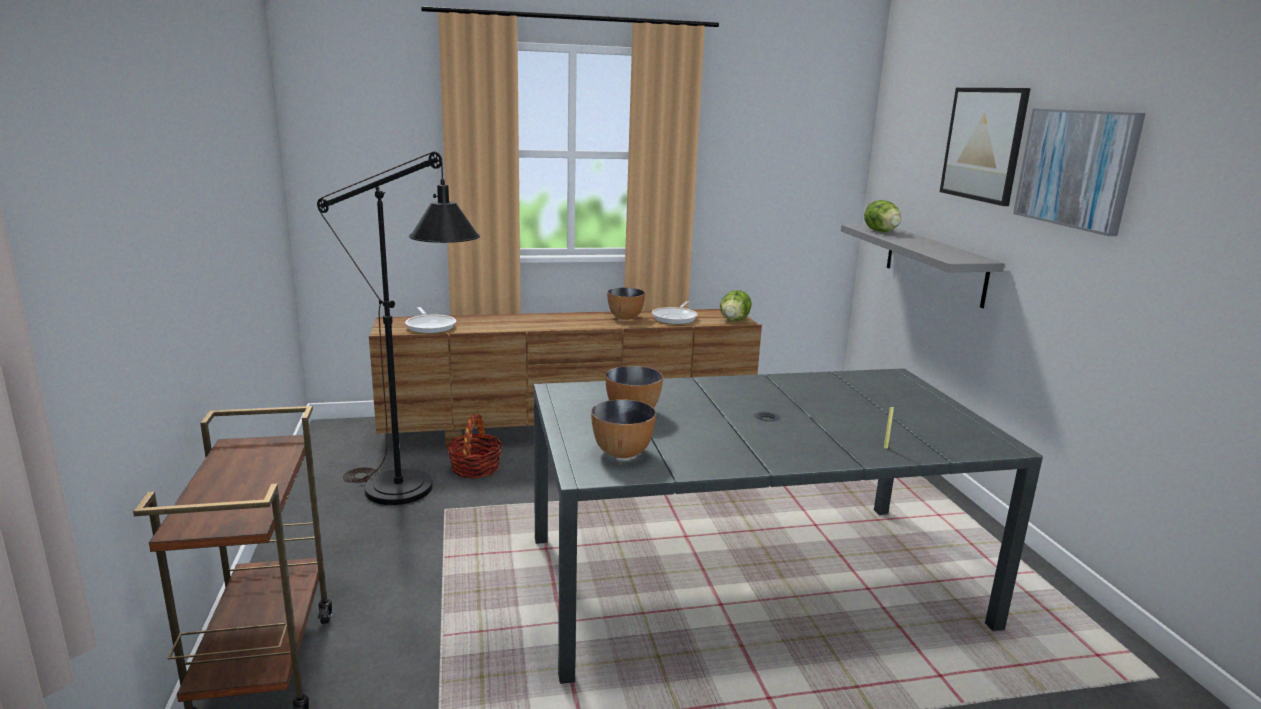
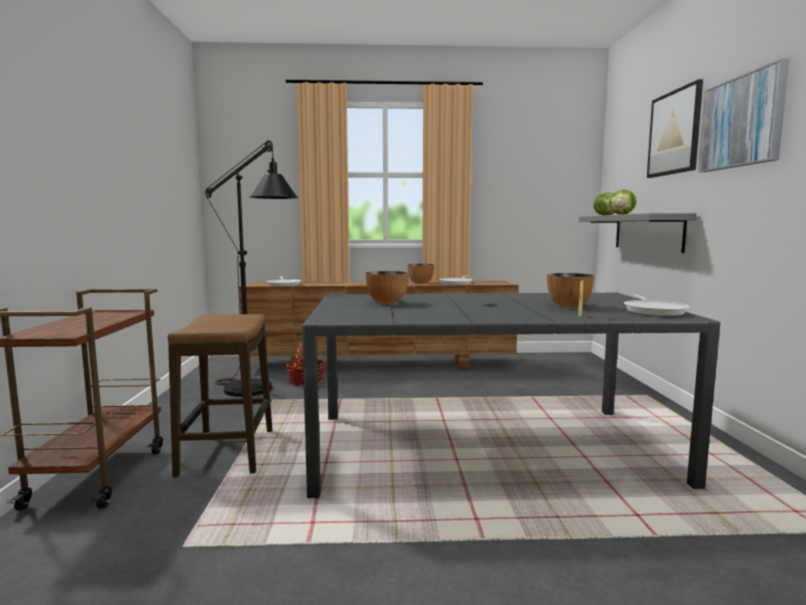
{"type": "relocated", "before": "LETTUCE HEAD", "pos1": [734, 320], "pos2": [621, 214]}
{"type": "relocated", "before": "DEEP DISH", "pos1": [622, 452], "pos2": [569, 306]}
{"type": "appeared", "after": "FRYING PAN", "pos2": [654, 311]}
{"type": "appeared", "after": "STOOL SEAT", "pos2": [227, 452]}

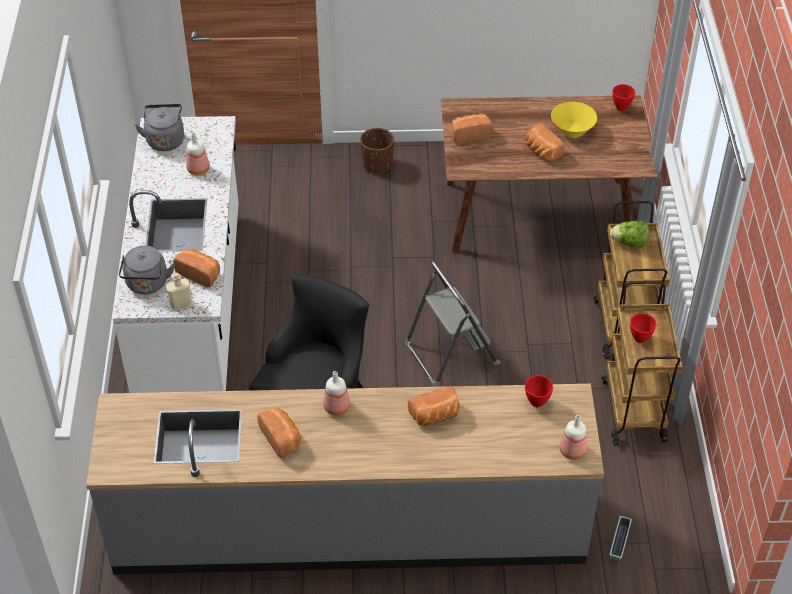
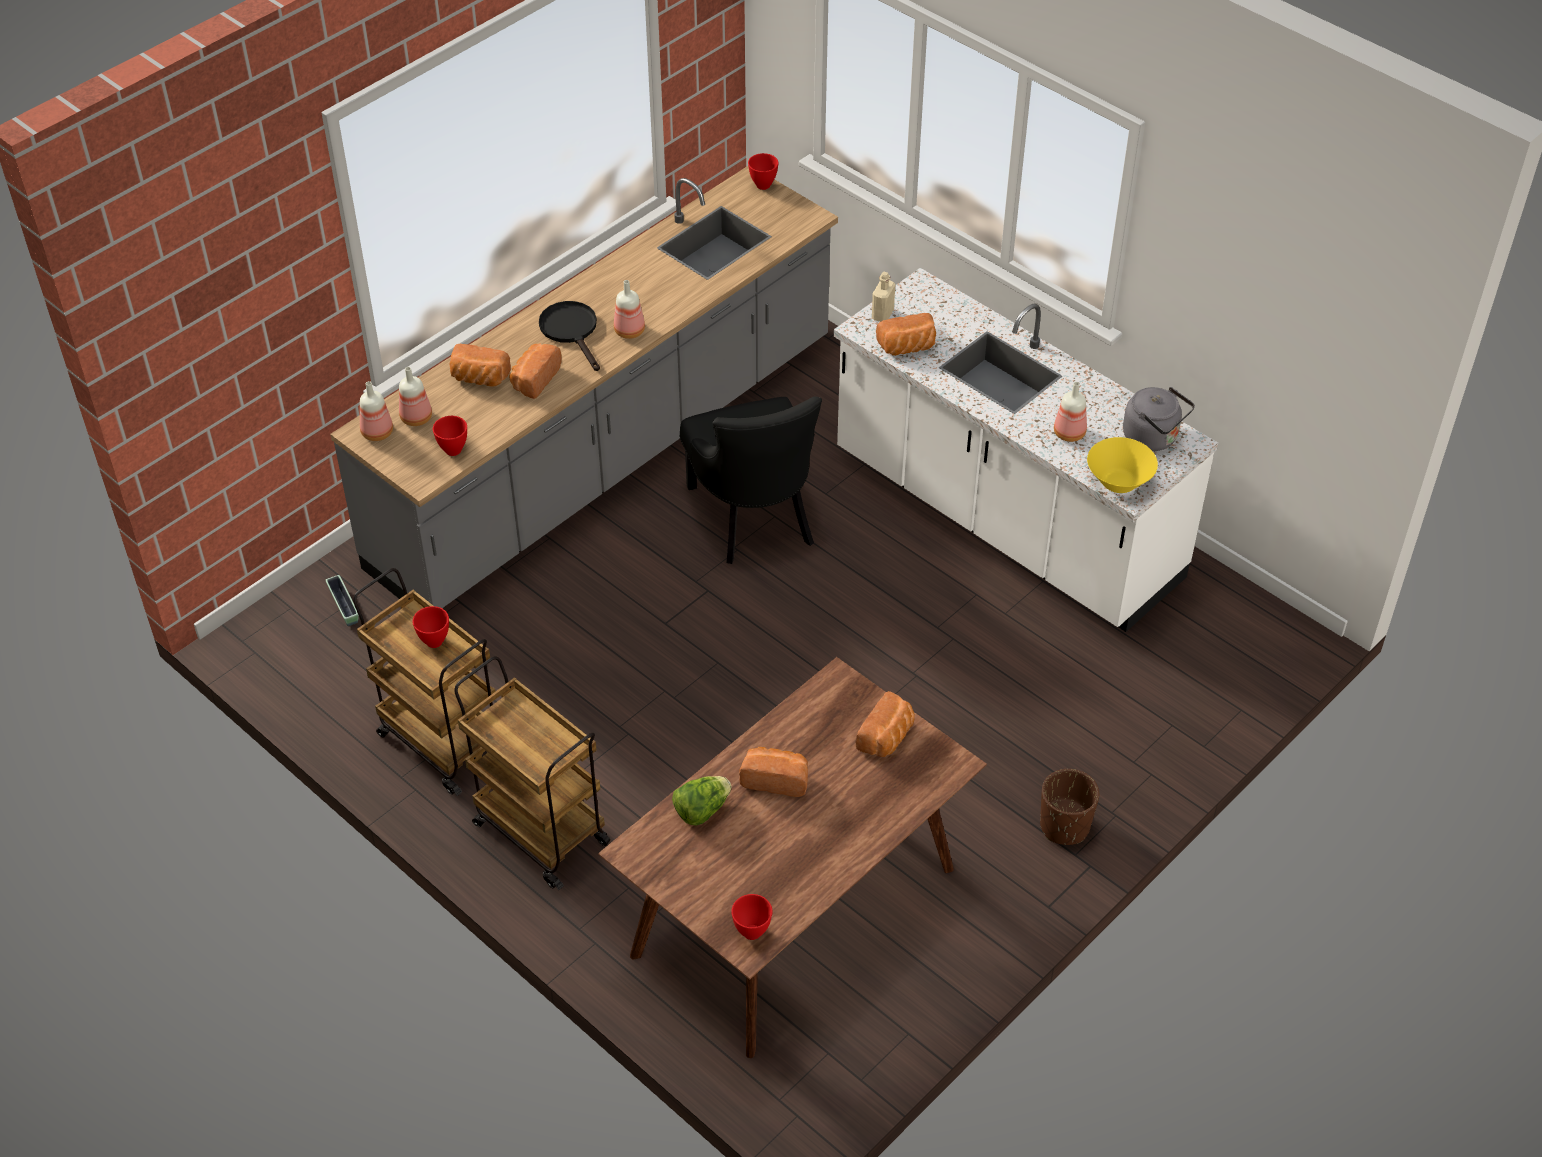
{"type": "relocated", "before": "YELLOWISH DEEP DISH", "pos1": [572, 131], "pos2": [1119, 482]}
{"type": "relocated", "before": "LETTUCE HEAD", "pos1": [629, 243], "pos2": [702, 810]}
{"type": "missing", "before": "GREYISH TEA KETTLE", "pos1": [147, 285]}
{"type": "missing", "before": "GREYISH STEP LADDER", "pos1": [448, 354]}
{"type": "relocated", "before": "BREAD", "pos1": [282, 438], "pos2": [479, 379]}
{"type": "appeared", "after": "REDDISH DEEP DISH", "pos2": [763, 185]}
{"type": "appeared", "after": "BLACK FRYING PAN", "pos2": [572, 331]}
{"type": "appeared", "after": "DRINK BOTTLE", "pos2": [417, 417]}

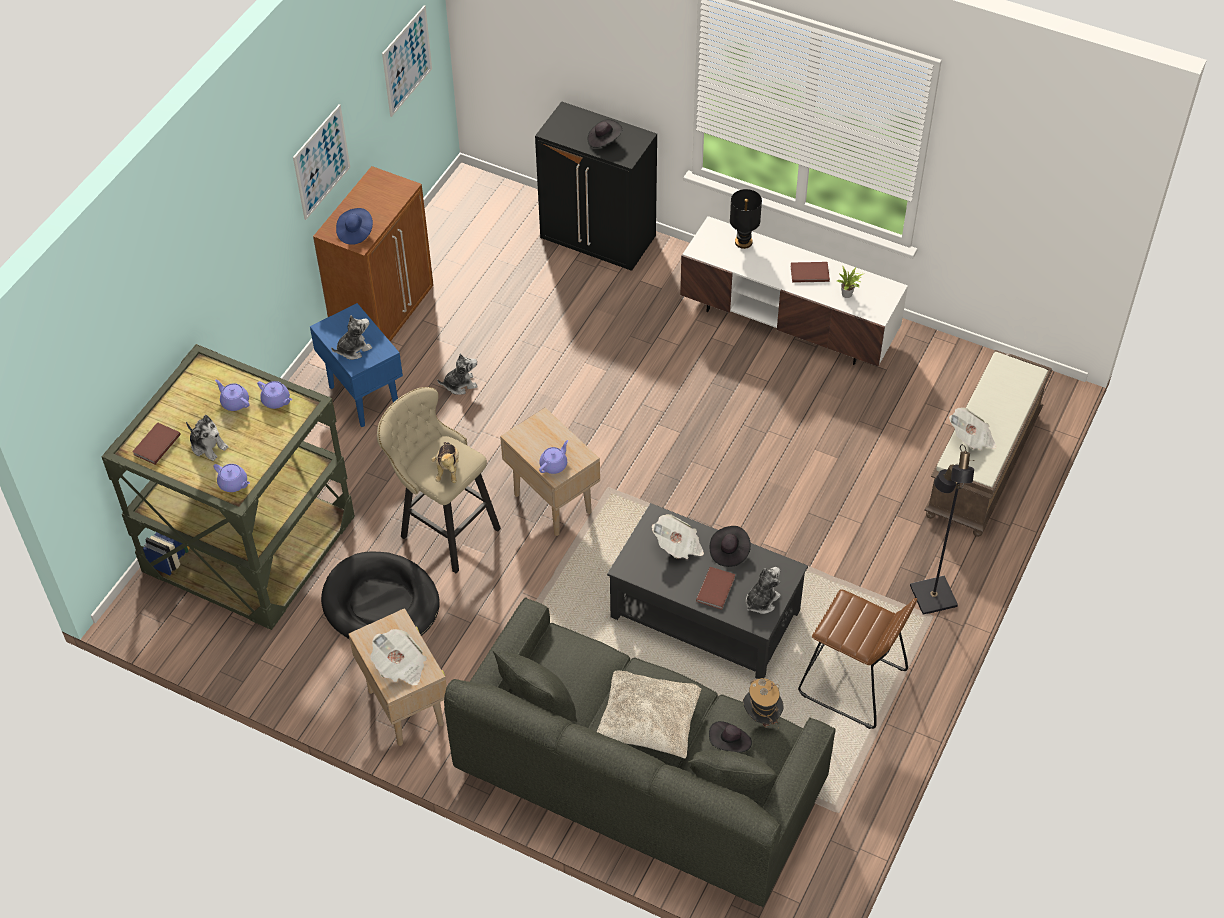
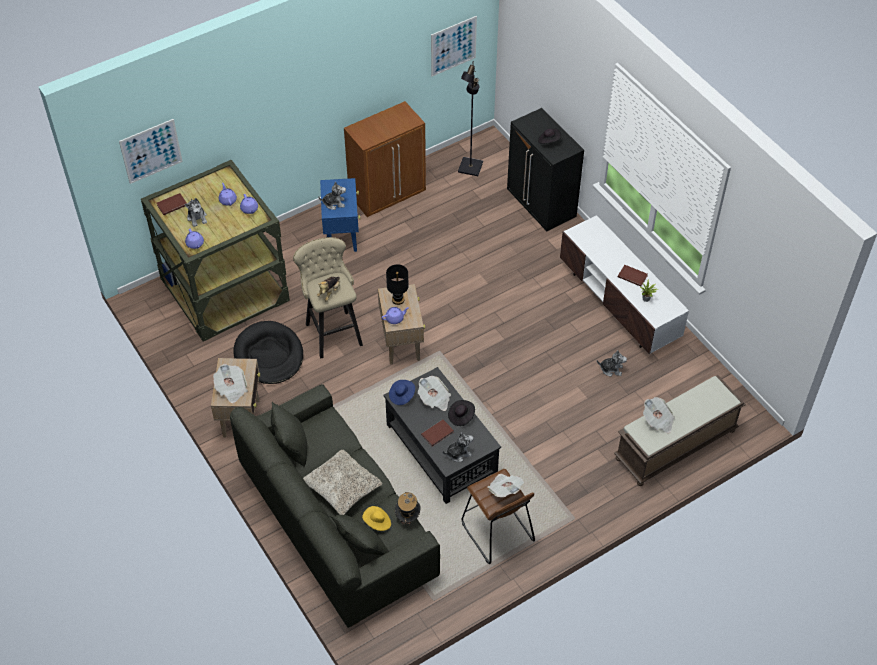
{"type": "relocated", "before": "WALL ART", "pos1": [321, 162], "pos2": [151, 151]}
{"type": "relocated", "before": "BLACK LAMP FOR A TABLE", "pos1": [743, 242], "pos2": [398, 299]}
{"type": "relocated", "before": "BLUE-COLOURED CLOTHING HAT", "pos1": [355, 232], "pos2": [402, 396]}
{"type": "relocated", "before": "CUDDLY TOY", "pos1": [460, 384], "pos2": [611, 369]}
{"type": "relocated", "before": "BLACK FLOOR LAMP", "pos1": [933, 596], "pos2": [470, 167]}
{"type": "colour", "before": "BLACK CLOTHING HAT", "after": "YELLOWISH CLOTHING HAT", "pos1": [730, 743], "pos2": [377, 523]}
{"type": "appeared", "after": "DAILY PAPER", "pos2": [505, 489]}

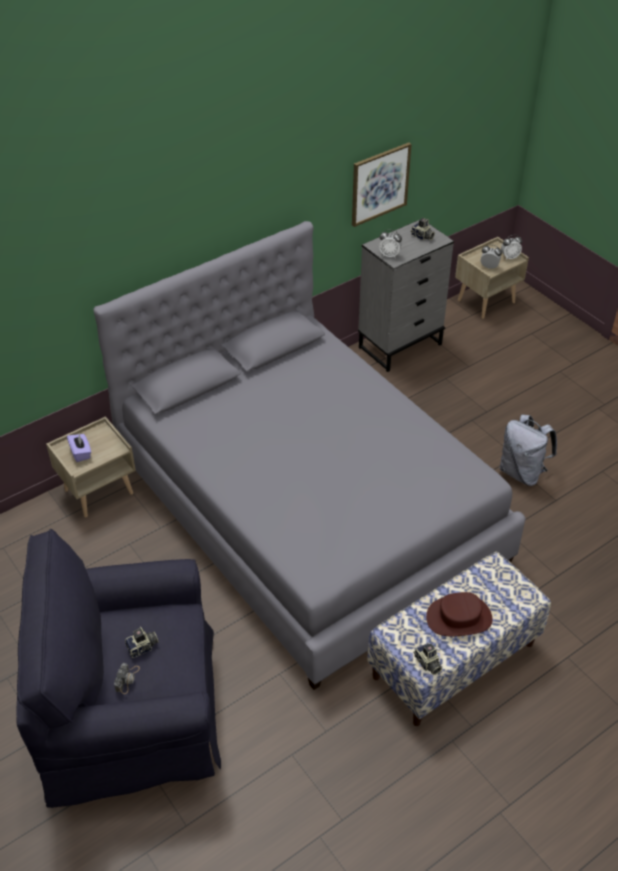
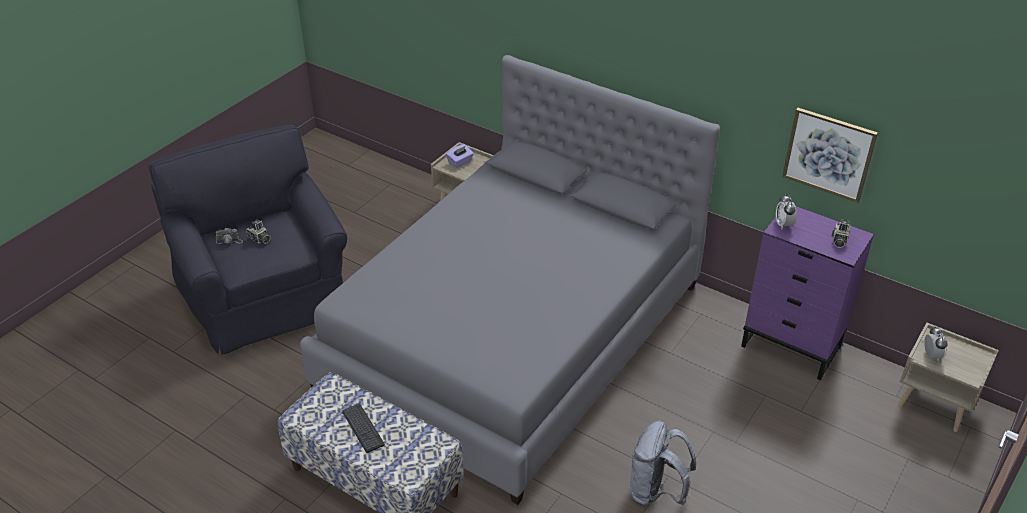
{"type": "colour", "before": "GREYISH DRAWER CHEST", "after": "PURPLE DRAWER CHEST", "pos1": [400, 345], "pos2": [791, 347]}
{"type": "missing", "before": "TABLE CLOCK", "pos1": [509, 257]}
{"type": "exchanged", "before": "BROWN-COLOURED CLOTHING HAT", "after": "COMPUTER KEYBOARD", "pos1": [459, 618], "pos2": [363, 428]}
{"type": "missing", "before": "PHOTO CAMERA", "pos1": [427, 664]}

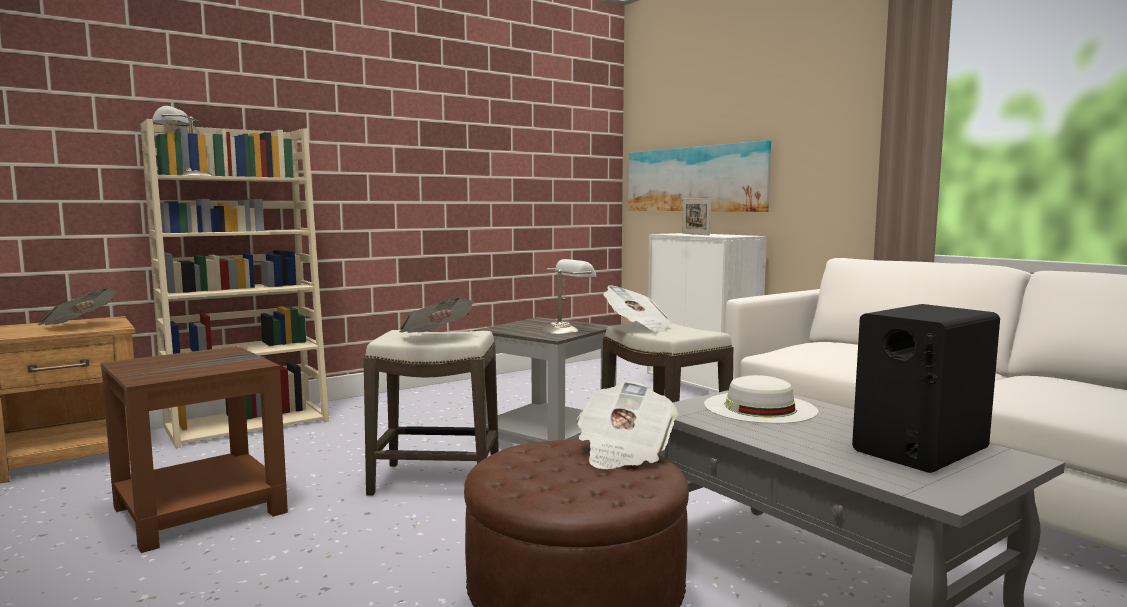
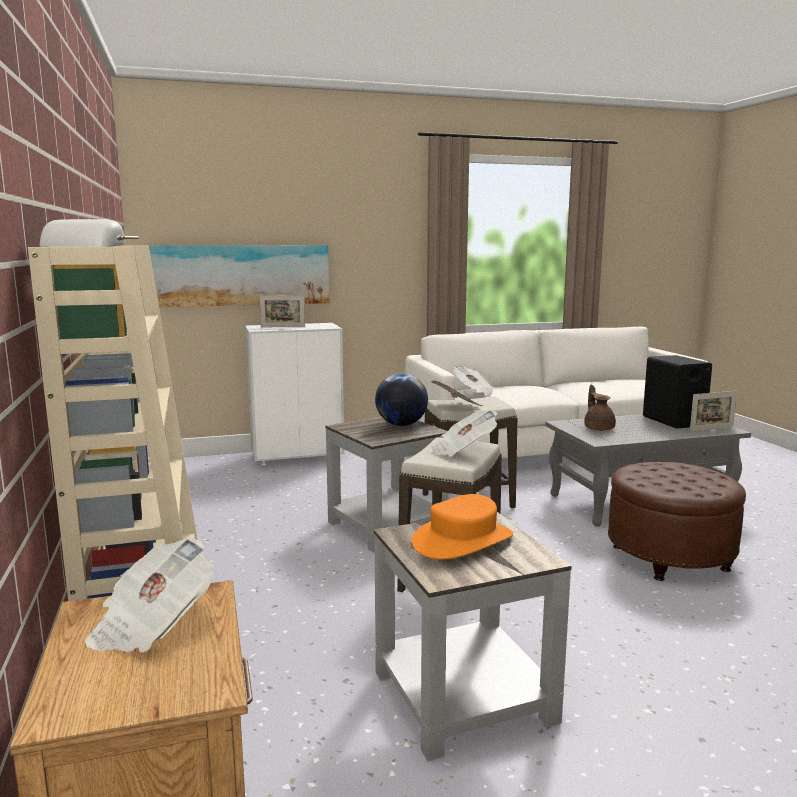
{"type": "exchanged", "before": "WHITISH LAMP FOR A TABLE", "after": "DESK GLOBE", "pos1": [566, 329], "pos2": [401, 425]}
{"type": "colour", "before": "BROWN-COLOURED ACCENT TABLE", "after": "GREYISH ACCENT TABLE", "pos1": [201, 508], "pos2": [460, 695]}
{"type": "exchanged", "before": "WHITISH CLOTHING HAT", "after": "BROWN-COLOURED POT FOR TEA", "pos1": [759, 407], "pos2": [598, 428]}
{"type": "relocated", "before": "DAILY PAPER", "pos1": [623, 452], "pos2": [474, 391]}
{"type": "appeared", "after": "PHOTO FRAME", "pos2": [711, 429]}
{"type": "appeared", "after": "ORANGE-COLOURED CLOTHING HAT", "pos2": [463, 540]}

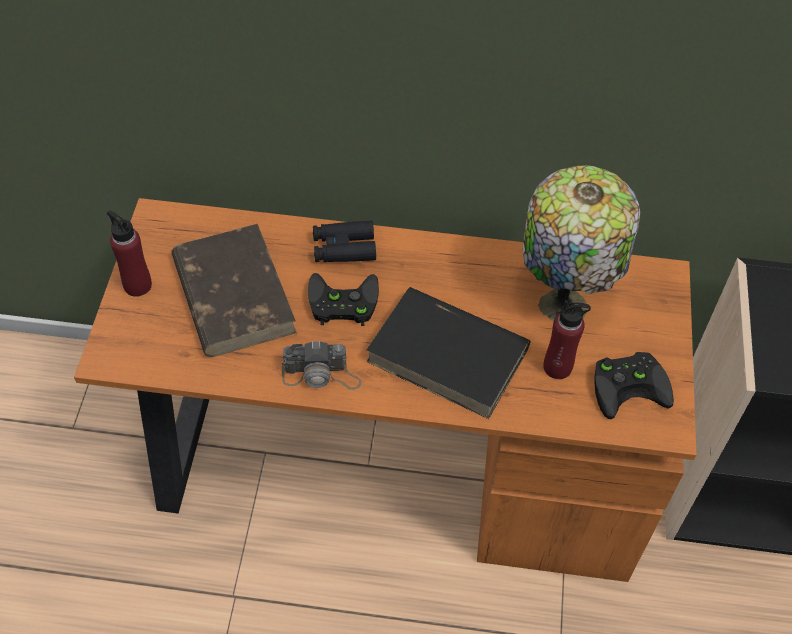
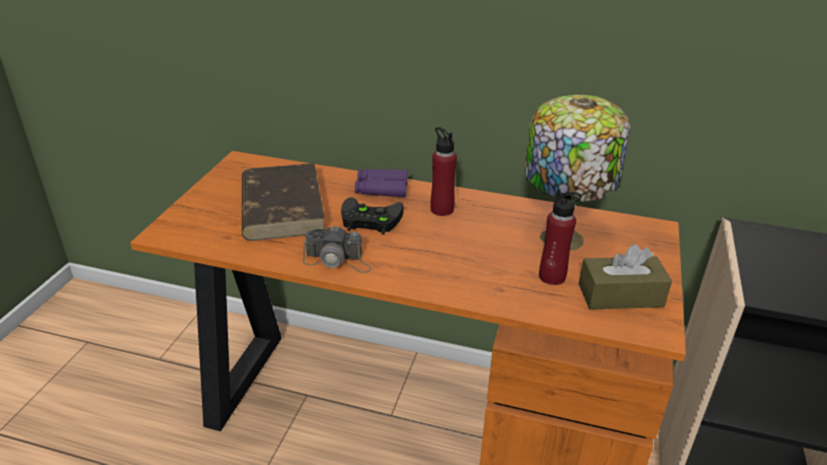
{"type": "relocated", "before": "REDDISH DRINK BOTTLE", "pos1": [137, 285], "pos2": [442, 209]}
{"type": "colour", "before": "BLACK BINOCULARS", "after": "PURPLE BINOCULARS", "pos1": [344, 248], "pos2": [381, 189]}
{"type": "missing", "before": "BLACK VOLUME", "pos1": [449, 355]}
{"type": "exchanged", "before": "BLACK JOYPAD", "after": "BROWN-COLOURED BOX OF TISSUES", "pos1": [630, 385], "pos2": [620, 295]}

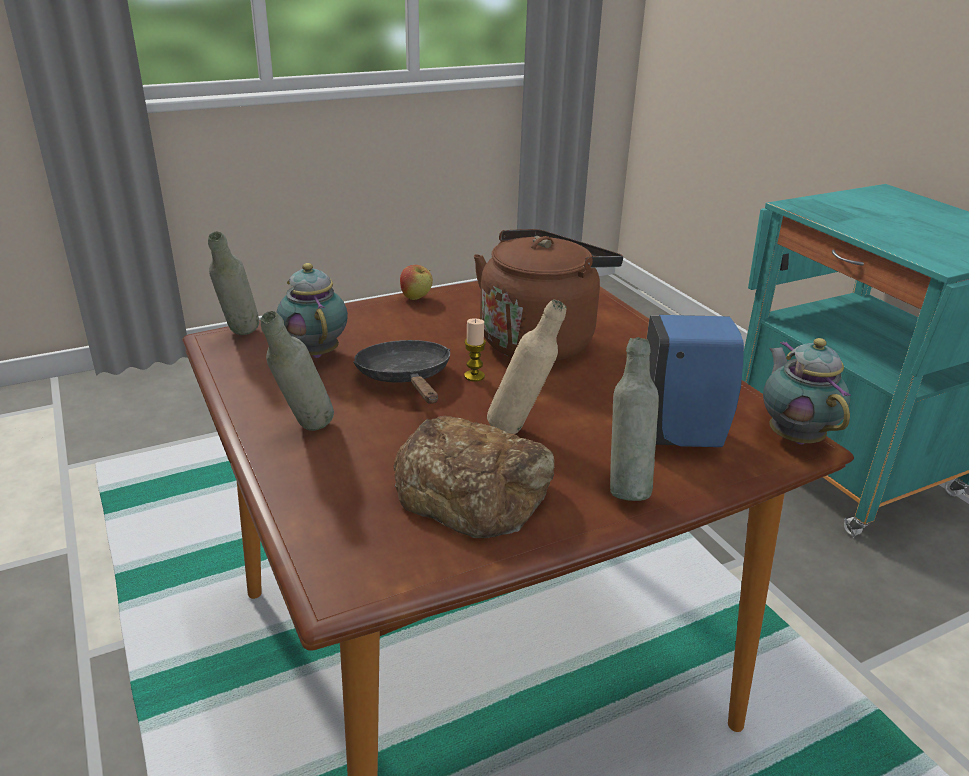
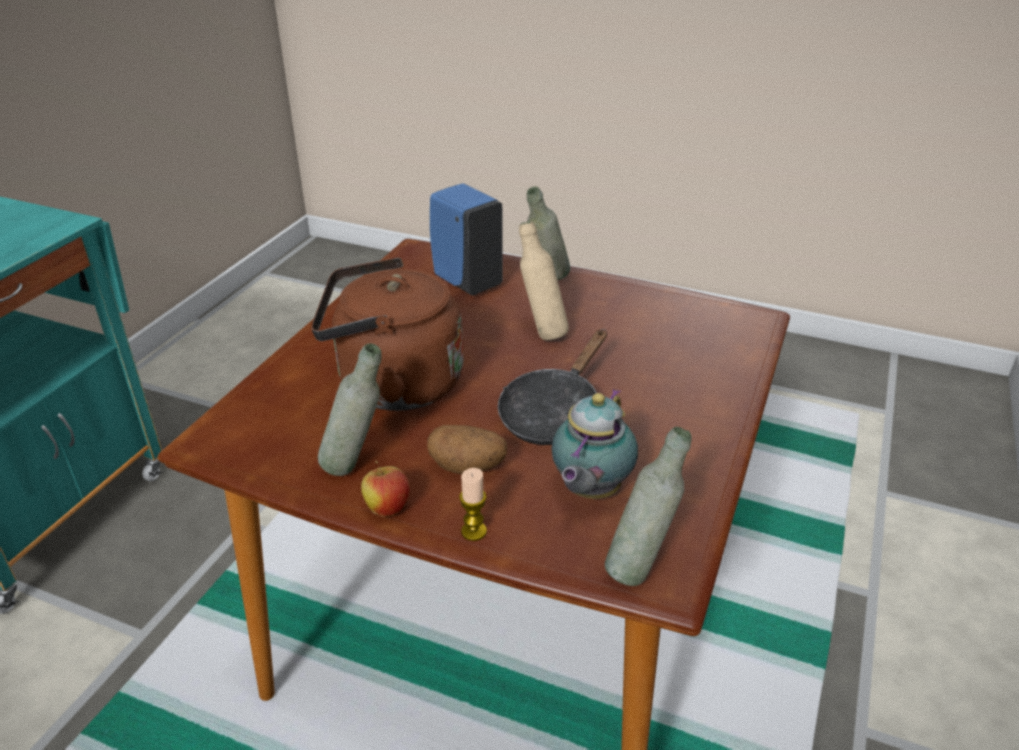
{"type": "relocated", "before": "GREYISH DRINK BOTTLE", "pos1": [304, 432], "pos2": [356, 467]}
{"type": "relocated", "before": "WAX CANDLE", "pos1": [474, 376], "pos2": [474, 531]}
{"type": "missing", "before": "POT FOR TEA", "pos1": [793, 436]}
{"type": "missing", "before": "BREAD", "pos1": [473, 488]}
{"type": "appeared", "after": "POTATO", "pos2": [468, 467]}

